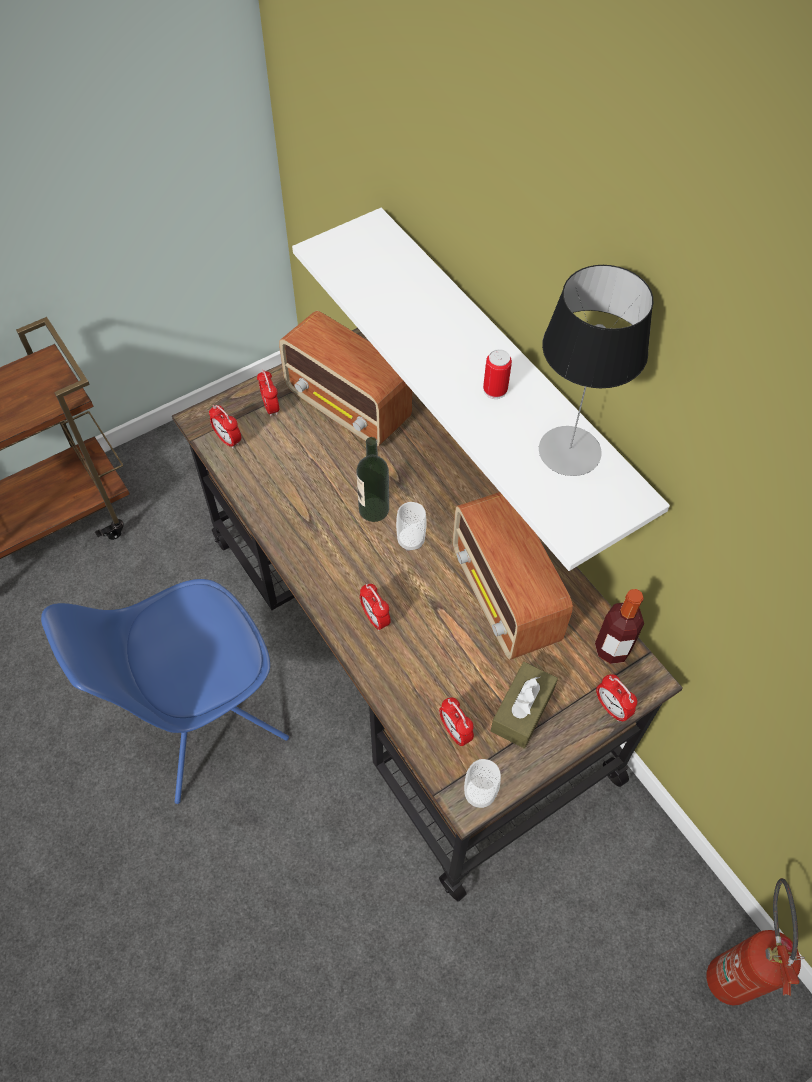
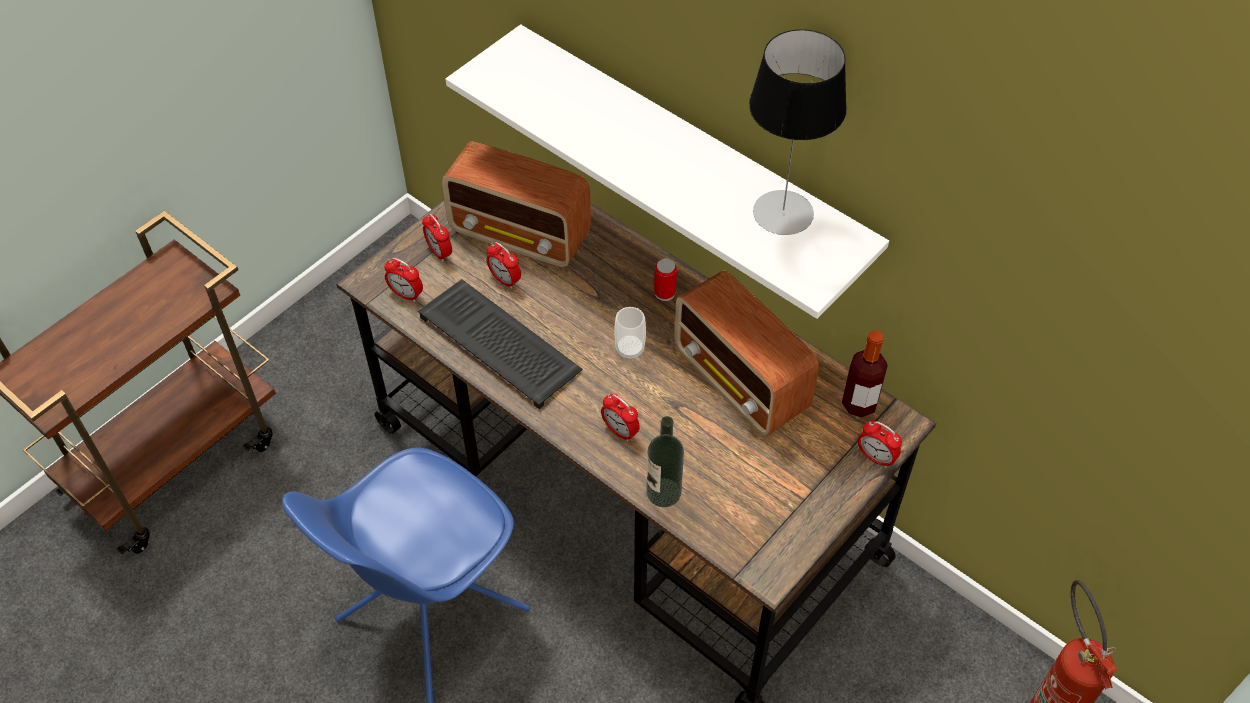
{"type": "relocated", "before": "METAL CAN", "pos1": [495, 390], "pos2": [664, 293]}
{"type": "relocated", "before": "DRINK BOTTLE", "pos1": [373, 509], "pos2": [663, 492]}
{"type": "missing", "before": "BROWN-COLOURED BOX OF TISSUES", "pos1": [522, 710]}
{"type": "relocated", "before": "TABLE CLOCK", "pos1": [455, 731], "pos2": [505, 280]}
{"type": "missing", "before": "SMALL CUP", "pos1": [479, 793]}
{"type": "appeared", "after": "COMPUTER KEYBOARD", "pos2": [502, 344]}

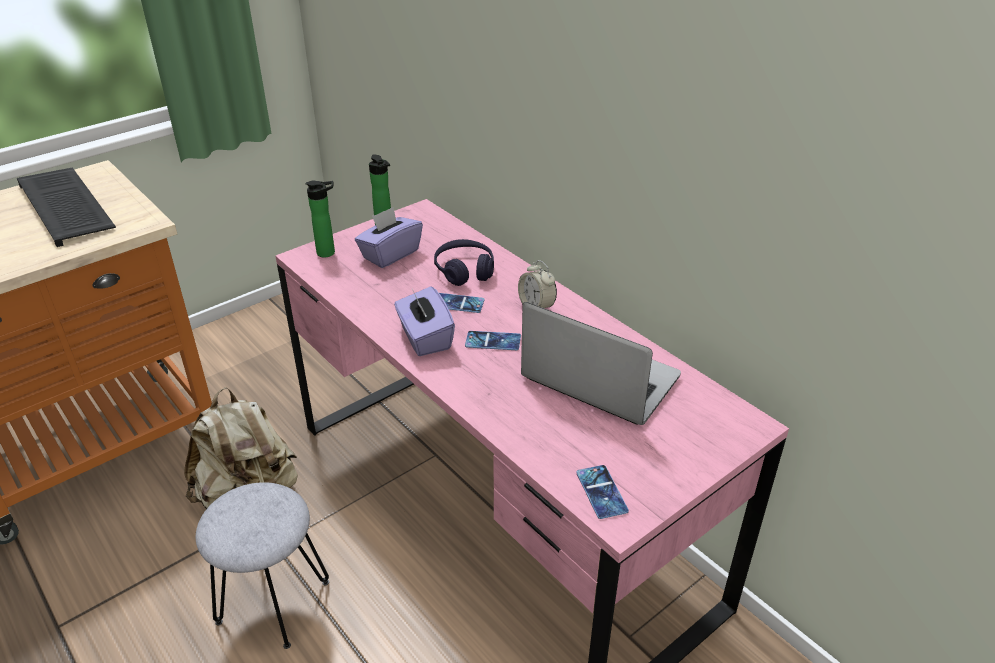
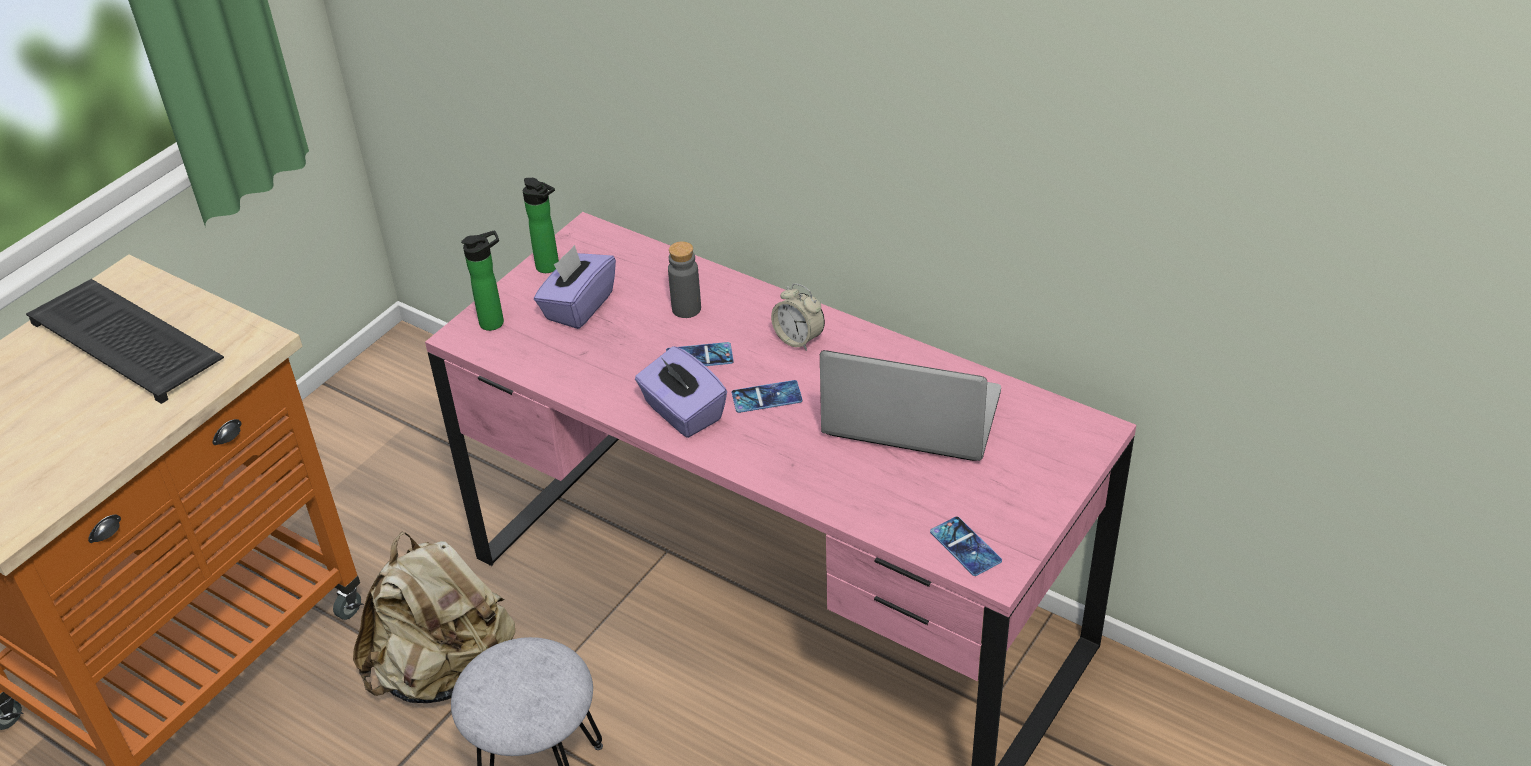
{"type": "exchanged", "before": "PURPLE PAIR OF HEADPHONES", "after": "GREYISH DRINK BOTTLE", "pos1": [464, 270], "pos2": [686, 309]}

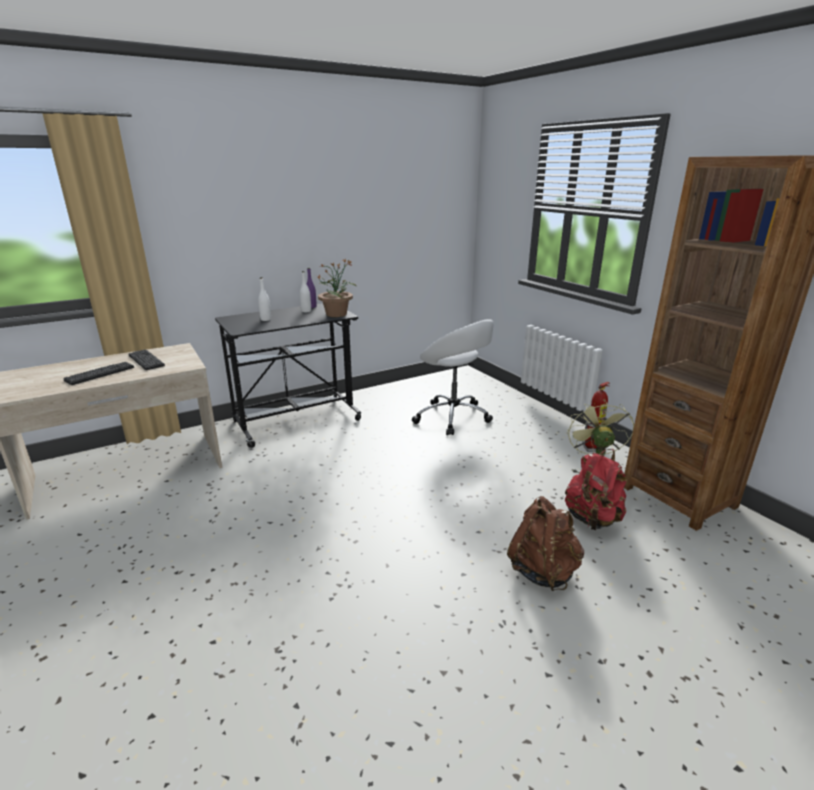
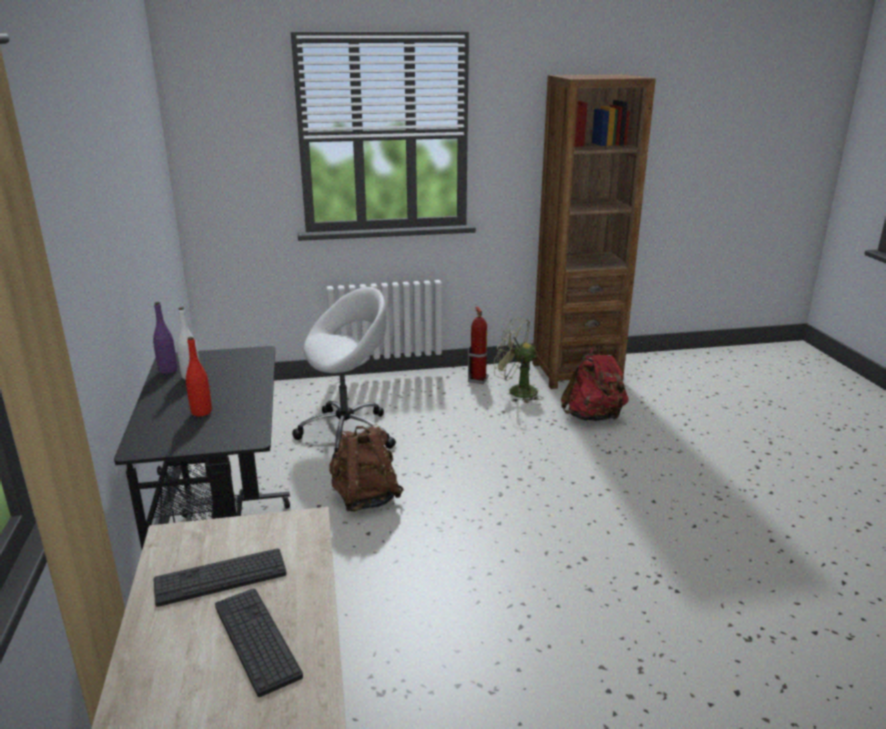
{"type": "missing", "before": "POTTED PLANT", "pos1": [337, 314]}
{"type": "colour", "before": "WHITISH DRINK BOTTLE", "after": "REDDISH DRINK BOTTLE", "pos1": [266, 319], "pos2": [201, 412]}
{"type": "relocated", "before": "BROWN-COLOURED RUCKSACK", "pos1": [543, 571], "pos2": [365, 498]}

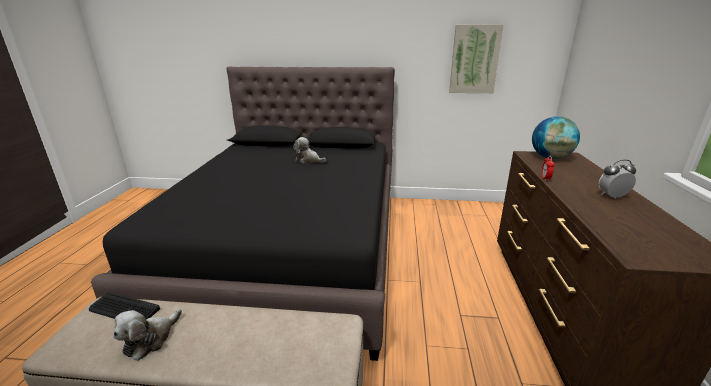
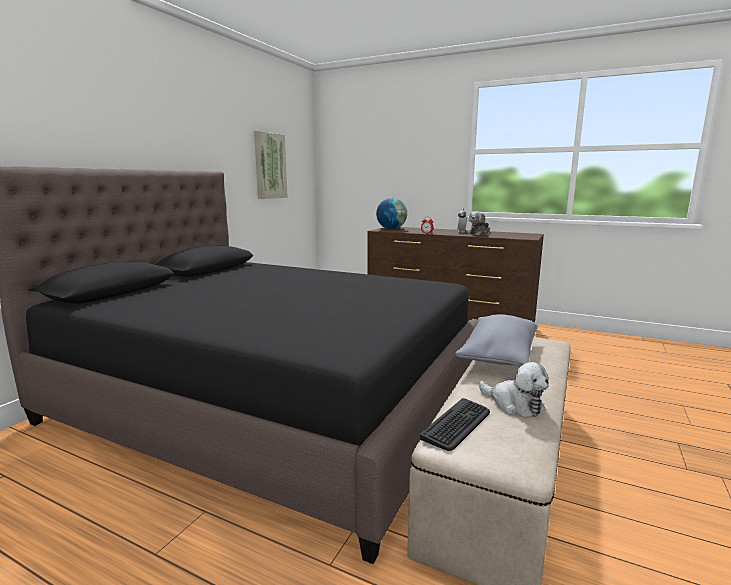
{"type": "relocated", "before": "CUDDLY TOY", "pos1": [308, 160], "pos2": [479, 233]}
{"type": "appeared", "after": "GREYISH CUSHION", "pos2": [498, 355]}

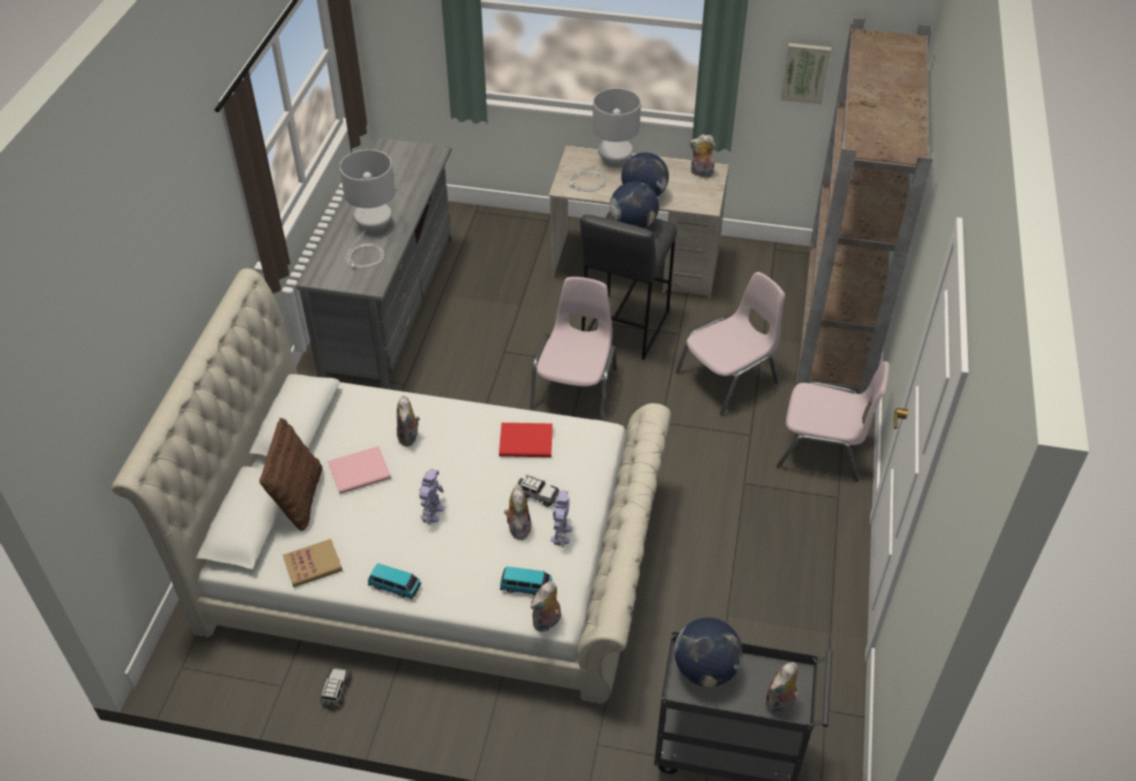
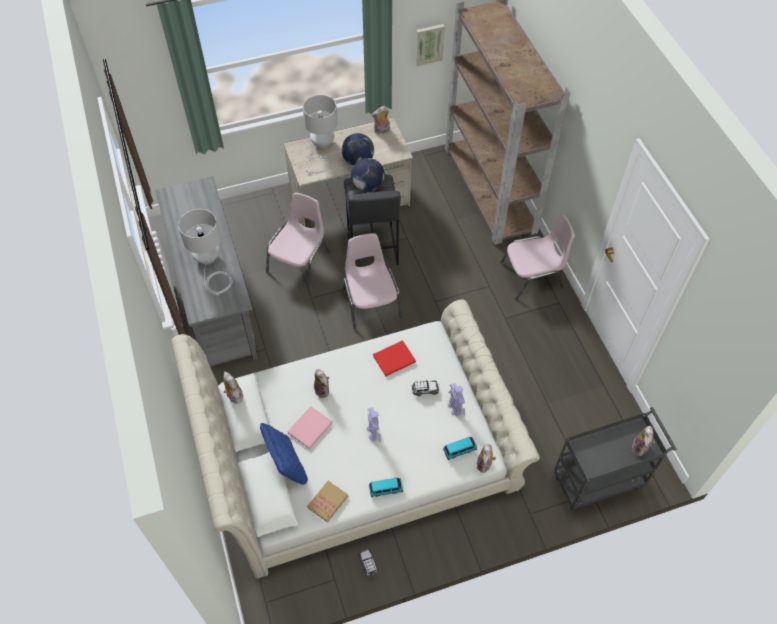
{"type": "relocated", "before": "PINK-COLOURED PLAIN CHAIR", "pos1": [729, 378], "pos2": [300, 261]}
{"type": "colour", "before": "BROWN-COLOURED CUSHION", "after": "BLUE-COLOURED CUSHION", "pos1": [298, 499], "pos2": [286, 465]}
{"type": "relocated", "before": "CUDDLY TOY", "pos1": [518, 527], "pos2": [234, 396]}
{"type": "missing", "before": "DESK GLOBE", "pos1": [705, 669]}

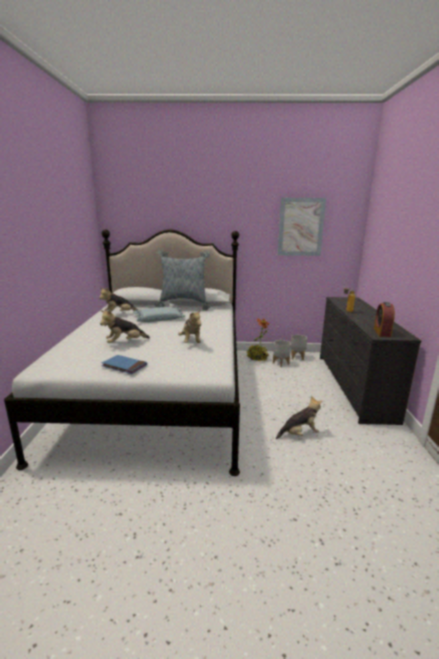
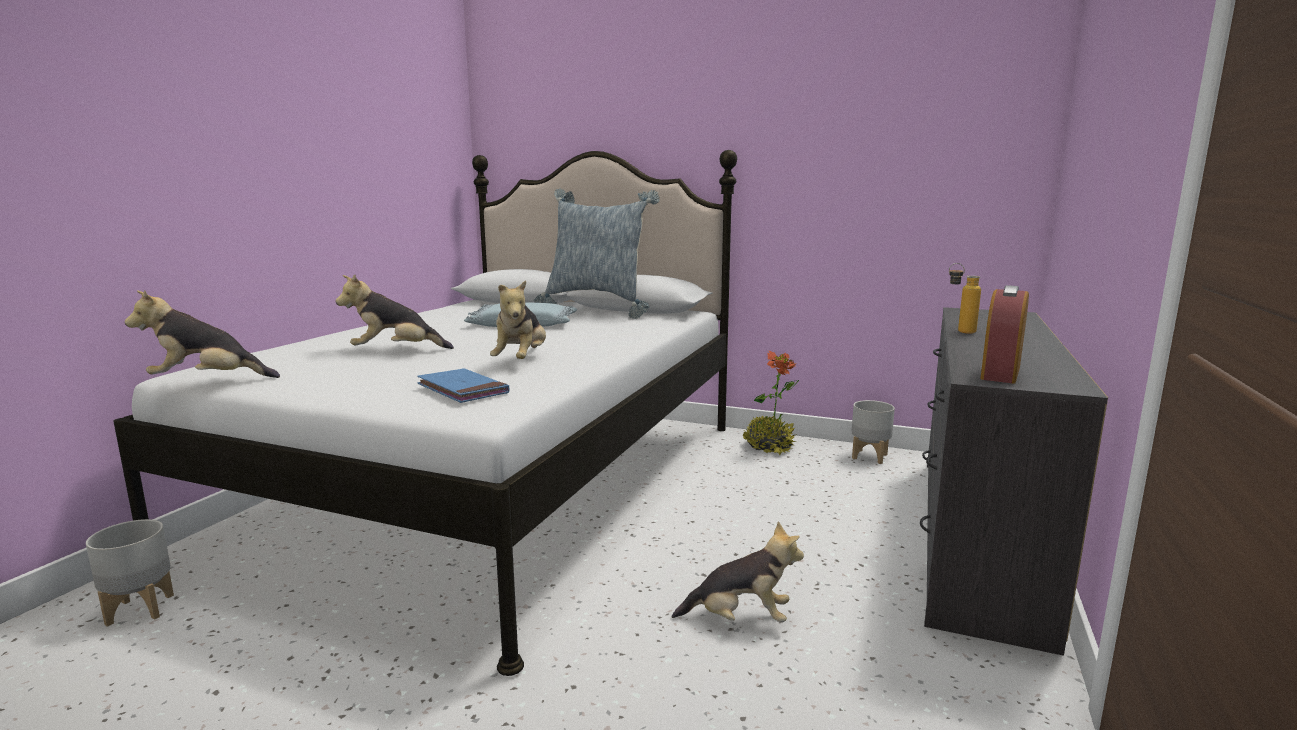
{"type": "missing", "before": "WALL ART", "pos1": [300, 227]}
{"type": "relocated", "before": "CUDDLY TOY", "pos1": [119, 314], "pos2": [207, 381]}
{"type": "relocated", "before": "GREYISH PLANTER", "pos1": [281, 363], "pos2": [141, 609]}
{"type": "relocated", "before": "BLUE-COLOURED VOLUME", "pos1": [124, 366], "pos2": [463, 390]}

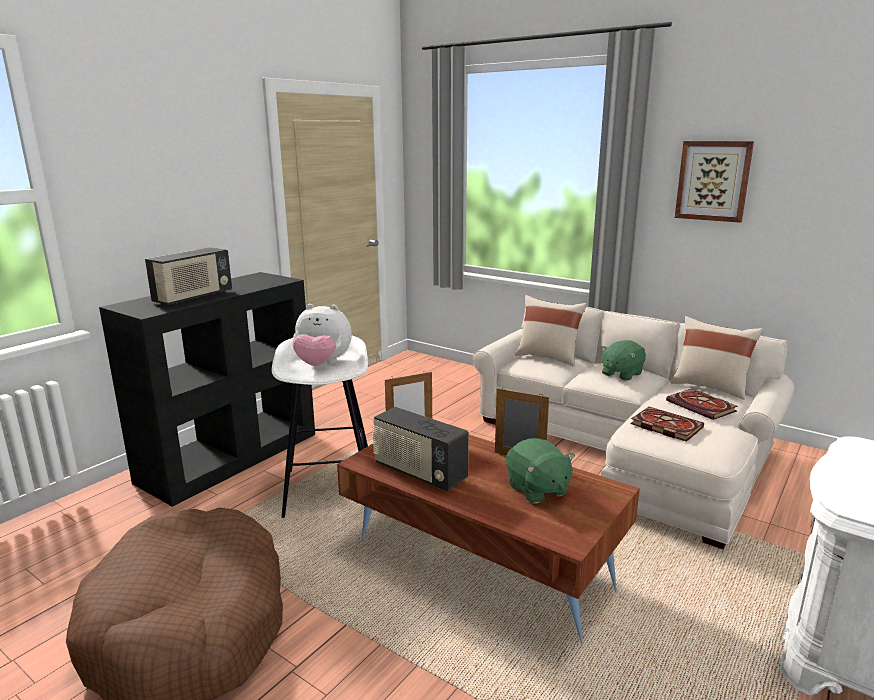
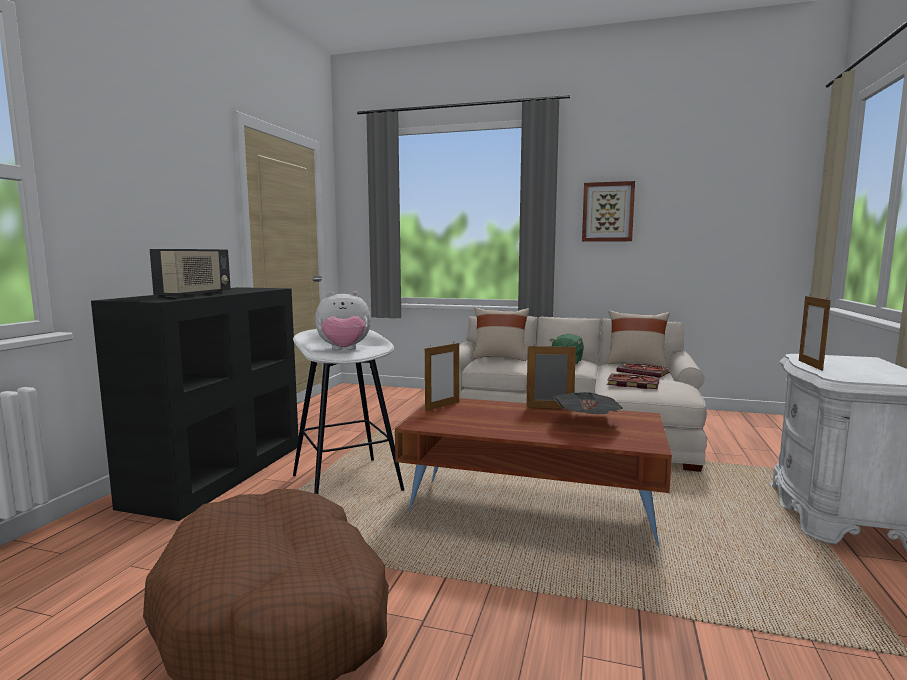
{"type": "missing", "before": "RADIO SET", "pos1": [419, 472]}
{"type": "exchanged", "before": "GREEN CUDDLY TOY", "after": "DAILY PAPER", "pos1": [537, 489], "pos2": [587, 422]}
{"type": "appeared", "after": "PHOTO FRAME", "pos2": [810, 365]}

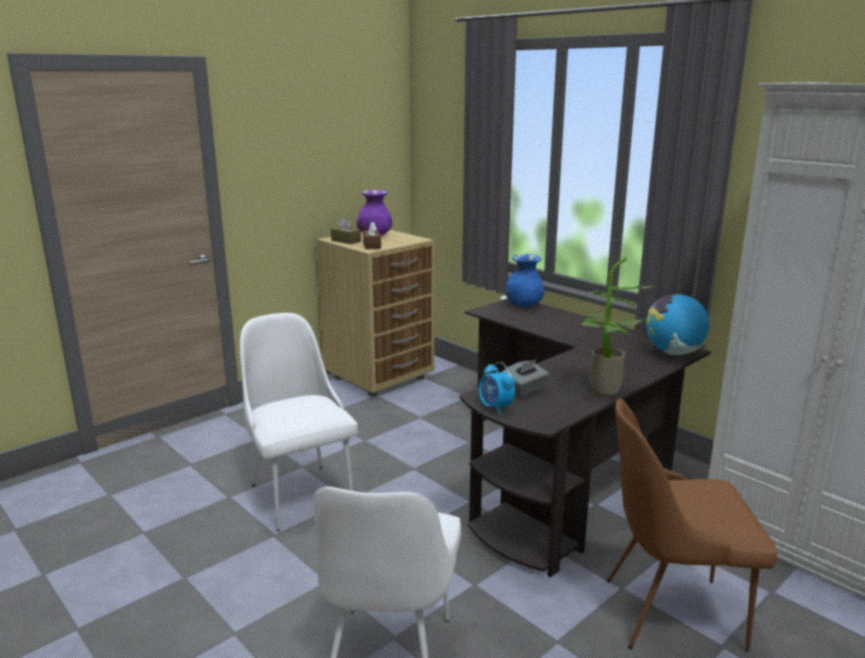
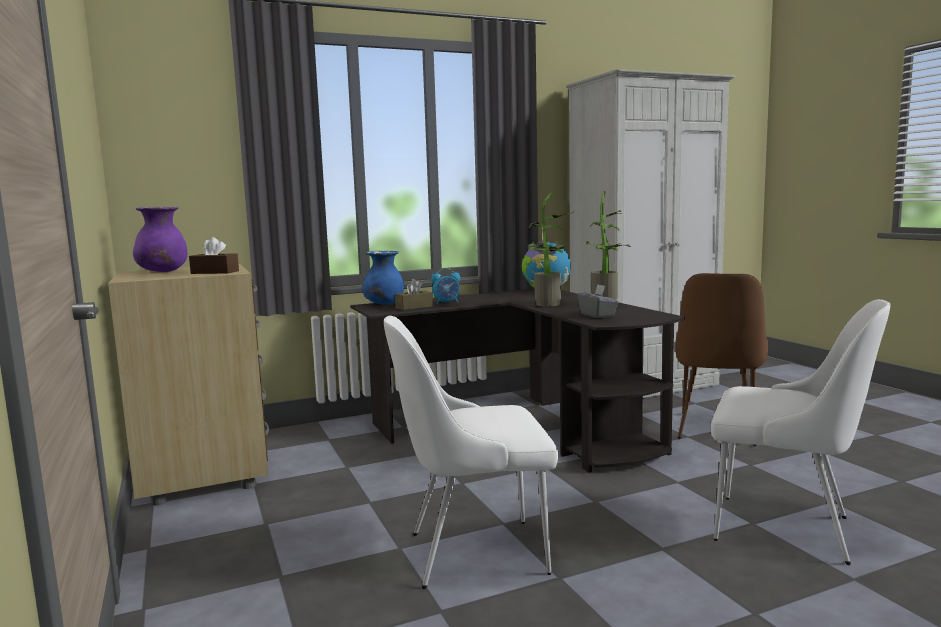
{"type": "relocated", "before": "BROWN-COLOURED BOX OF TISSUES", "pos1": [346, 241], "pos2": [414, 307]}
{"type": "relocated", "before": "TABLE CLOCK", "pos1": [495, 408], "pos2": [447, 303]}
{"type": "appeared", "after": "POTTED PLANT", "pos2": [549, 305]}

